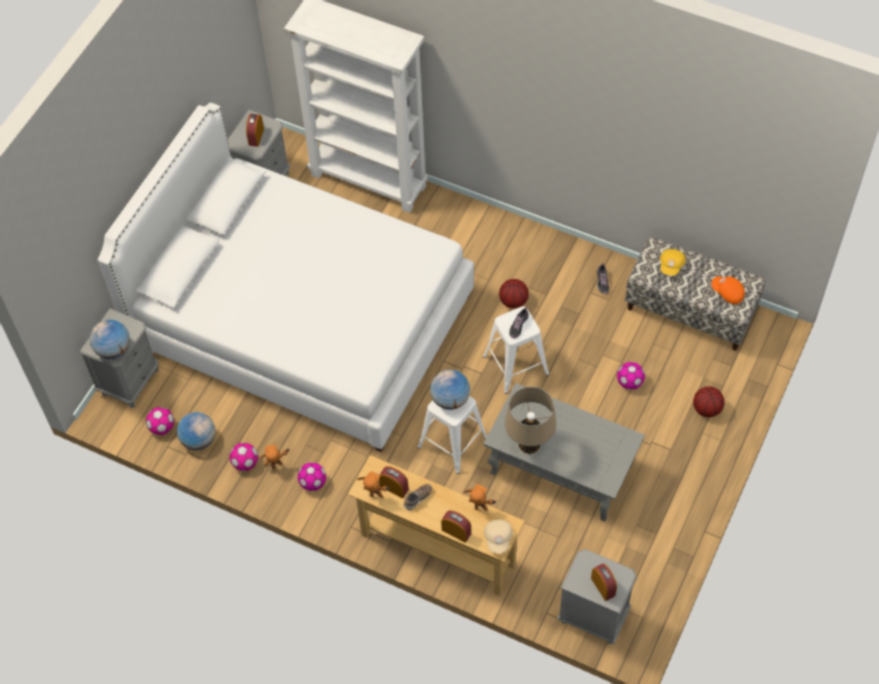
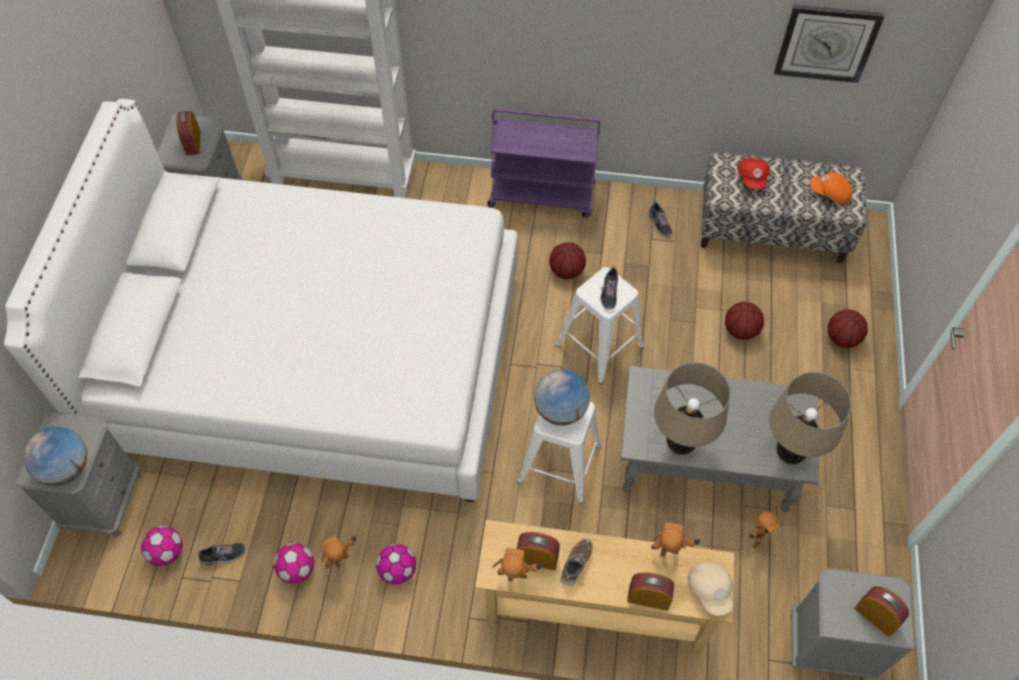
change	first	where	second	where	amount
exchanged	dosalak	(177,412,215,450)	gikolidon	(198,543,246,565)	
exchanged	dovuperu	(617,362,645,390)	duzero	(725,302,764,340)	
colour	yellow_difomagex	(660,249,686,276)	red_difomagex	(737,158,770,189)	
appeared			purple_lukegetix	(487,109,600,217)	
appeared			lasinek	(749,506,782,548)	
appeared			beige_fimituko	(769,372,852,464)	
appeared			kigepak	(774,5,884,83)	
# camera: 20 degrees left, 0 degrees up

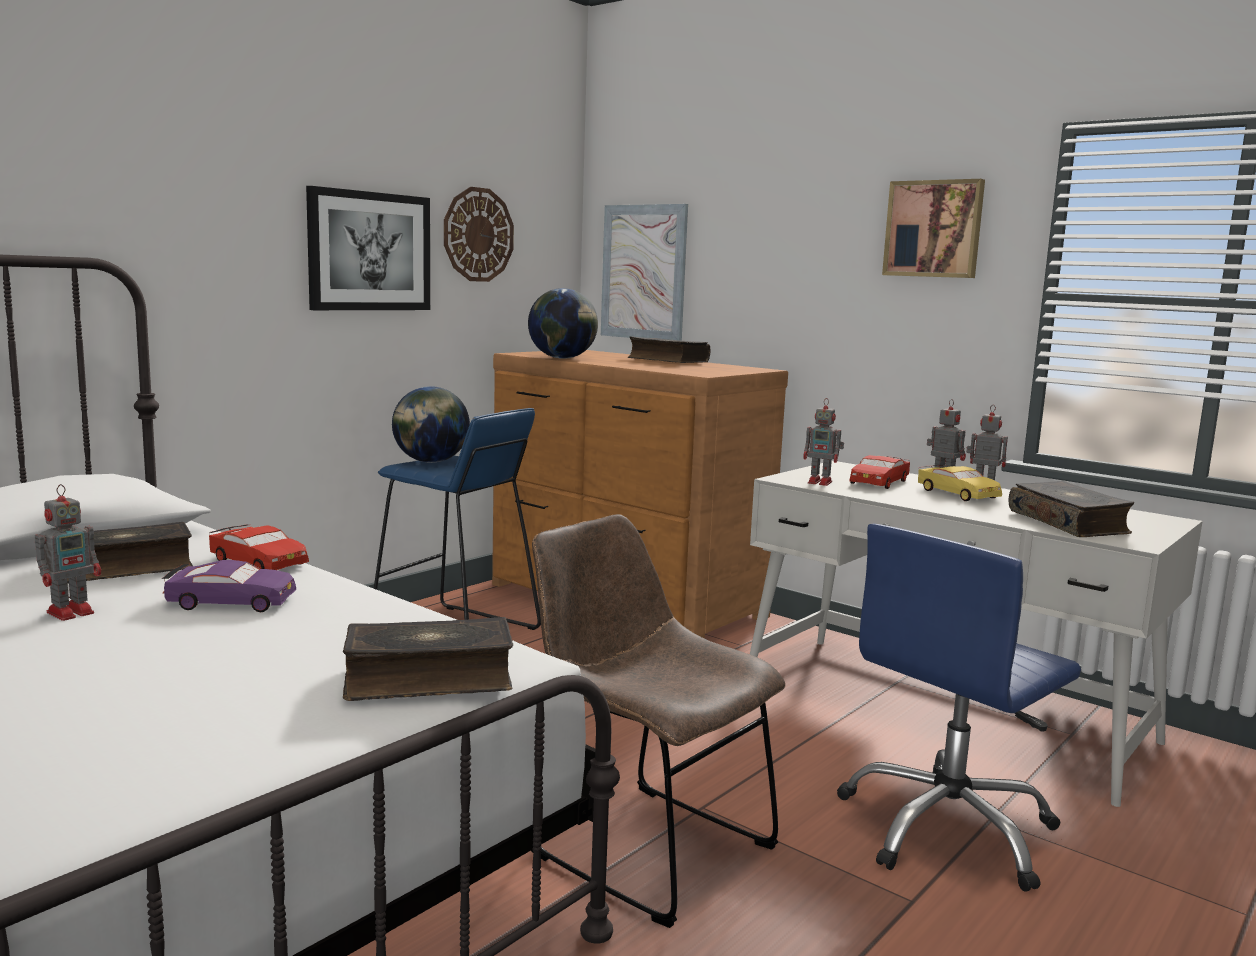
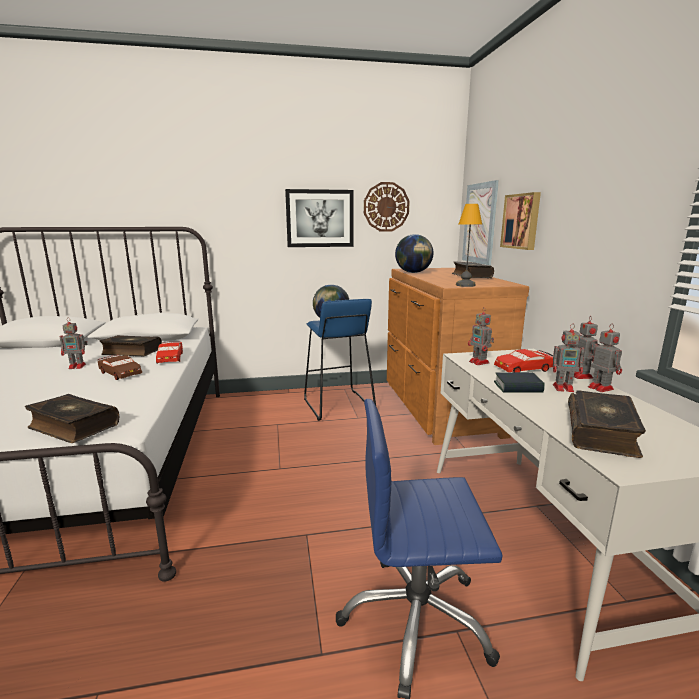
change	first	where	second	where	amount
colour	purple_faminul	(161,560,296,612)	brown_faminul	(98,355,142,380)	
missing	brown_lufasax	(531,514,786,928)			
relocated	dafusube	(882,179,985,278)		(500,192,541,250)	
exchanged	yellow_faminul	(918,465,1002,501)	lasinek	(553,324,584,392)	
appeared			fimituko	(456,204,482,287)	
appeared			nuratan	(494,372,545,393)	
# camera: 40 degrees right, 5 degrees up

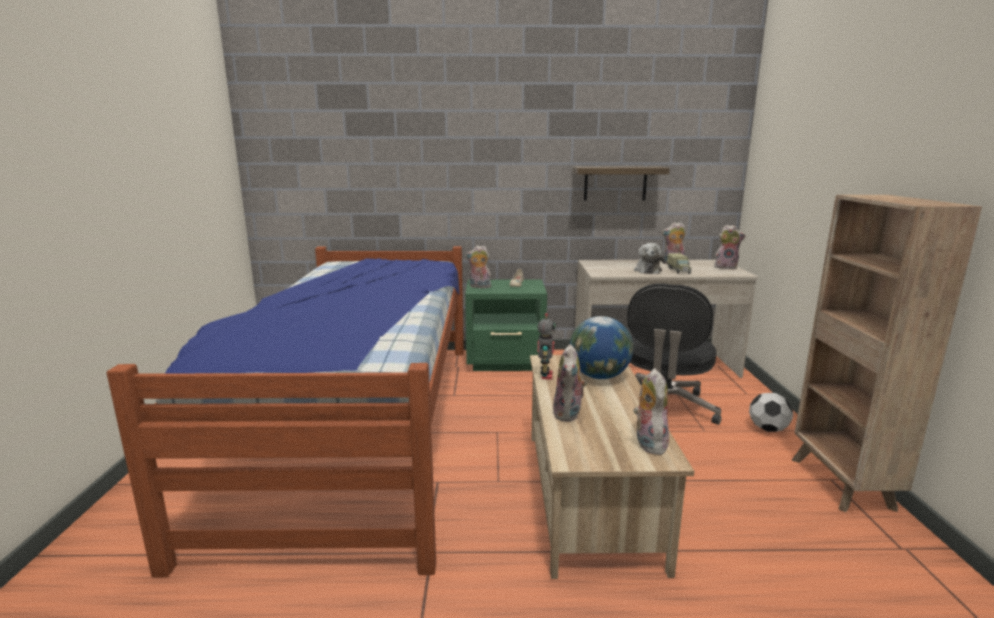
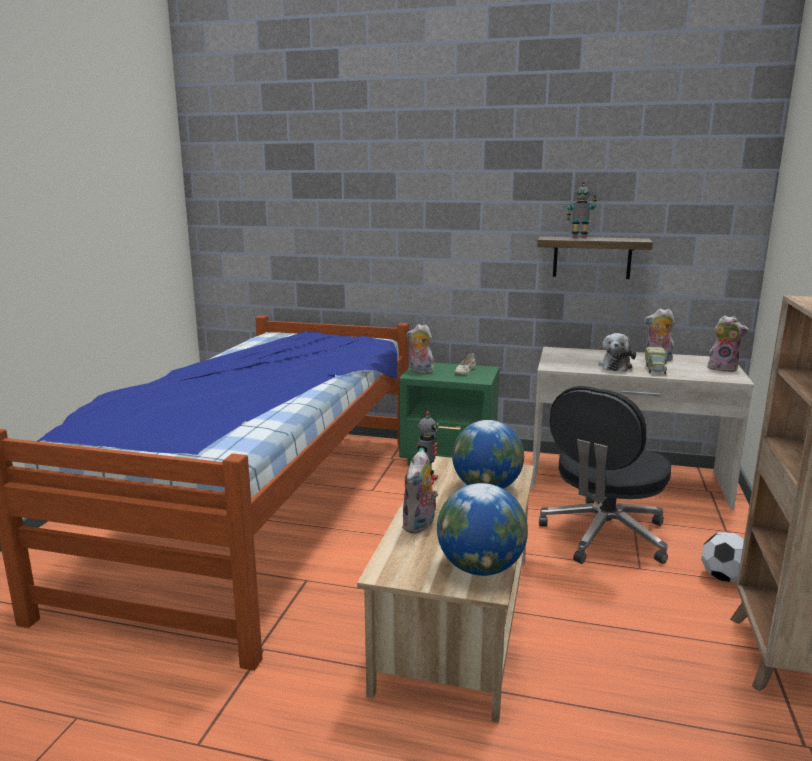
change	first	where	second	where	amount
exchanged	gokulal	(633,368,669,455)	dosalak	(437,483,528,576)	
appeared			lasinek	(566,181,597,238)	
# camera: 15 degrees right, 0 degrees up

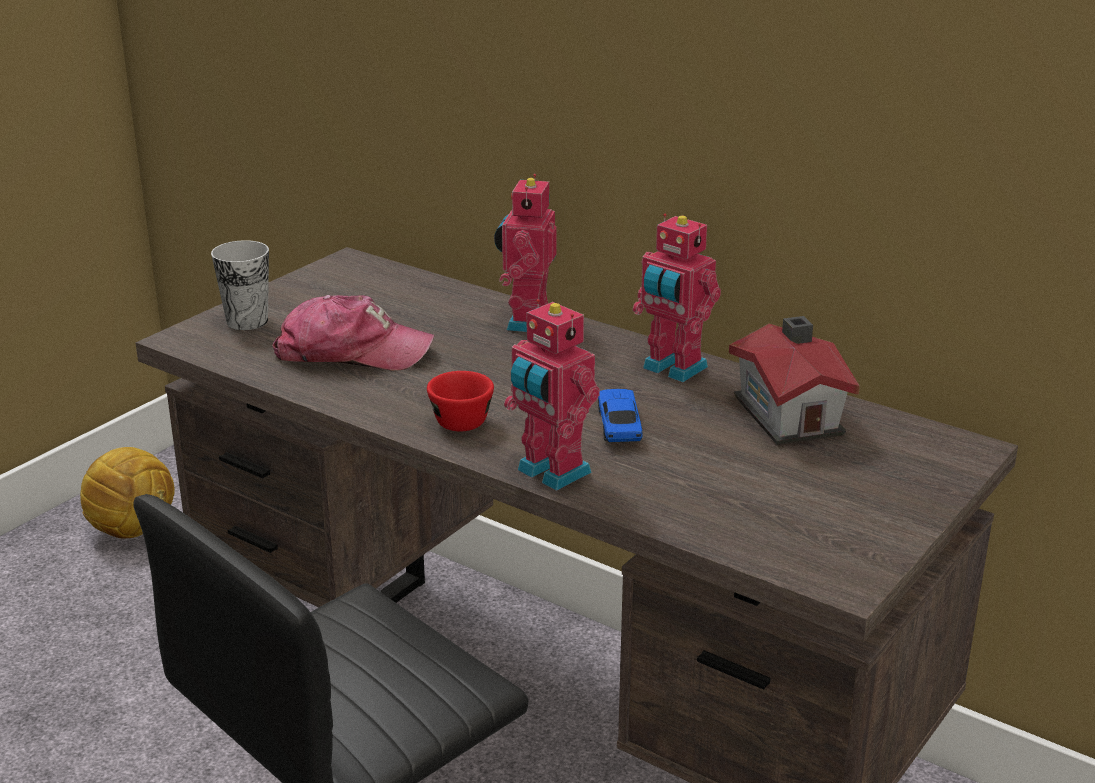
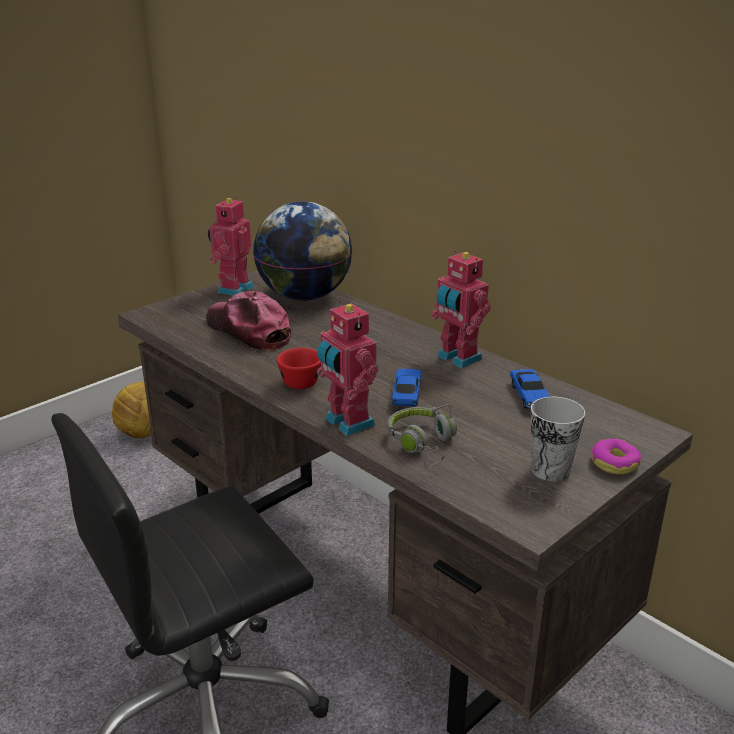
change	first	where	second	where	amount
relocated	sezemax	(211,240,269,330)		(531,397,585,481)	
spun	difomagex	(272,295,434,371)		(206,291,291,351)	150 degrees counterclockwise
relocated	lasinek	(494,174,557,332)		(208,196,254,296)	
exchanged	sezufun	(729,316,860,445)	faminul	(510,369,550,409)	
appeared			dosalak	(253,201,352,301)	
appeared			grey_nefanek	(388,404,457,467)	
appeared			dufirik	(592,439,641,474)	
# camera: 10 degrees right, 0 degrees up

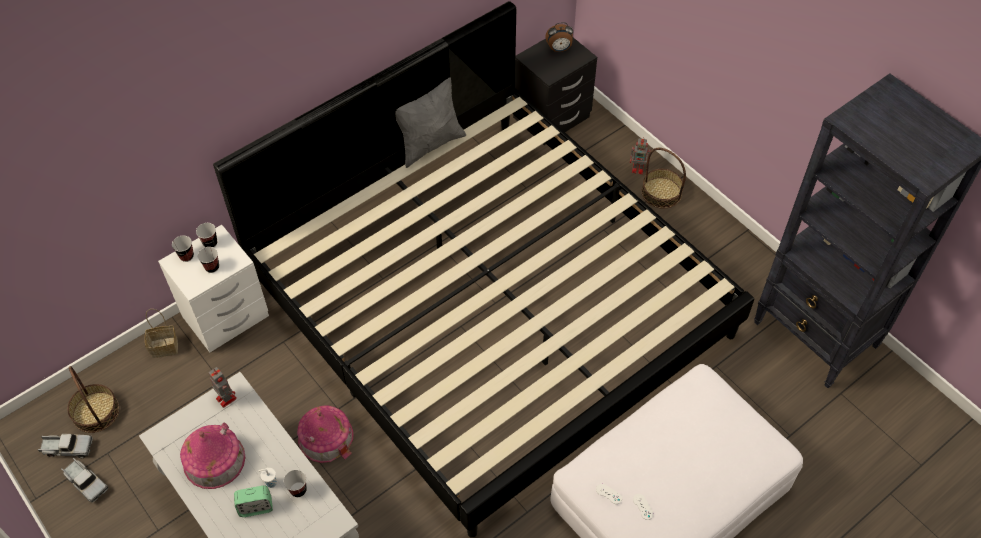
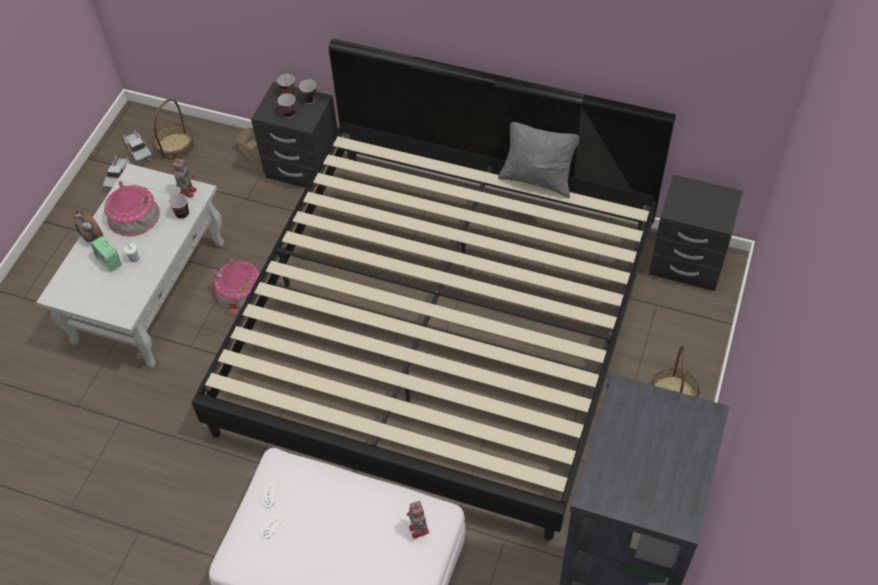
change	first	where	second	where	amount
colour	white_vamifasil	(158,225,269,352)	black_vamifasil	(251,82,337,188)	
relocated	sezemax	(284,470,307,497)		(169,194,189,219)	
relocated	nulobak	(545,22,573,52)		(73,210,103,242)	
relocated	lasinek	(630,138,651,174)		(407,501,429,539)	
# camera: 60 degrees right, 0 degrees up

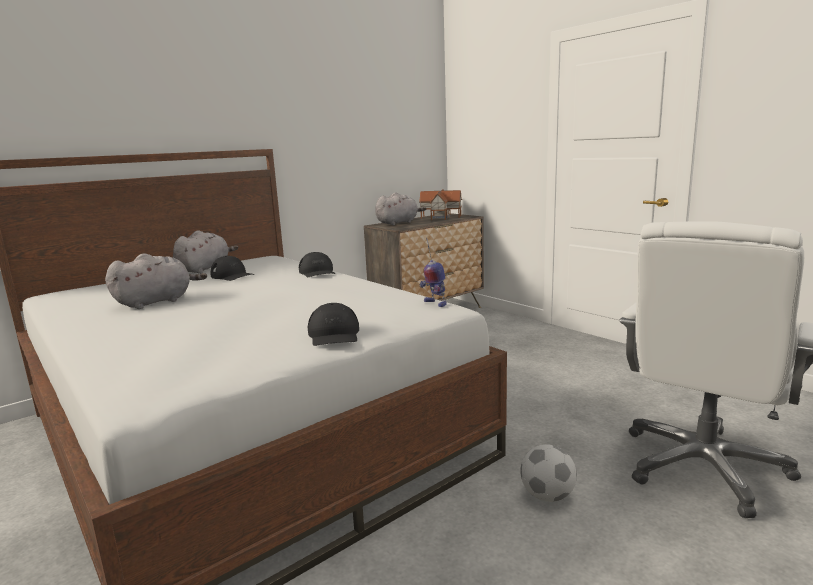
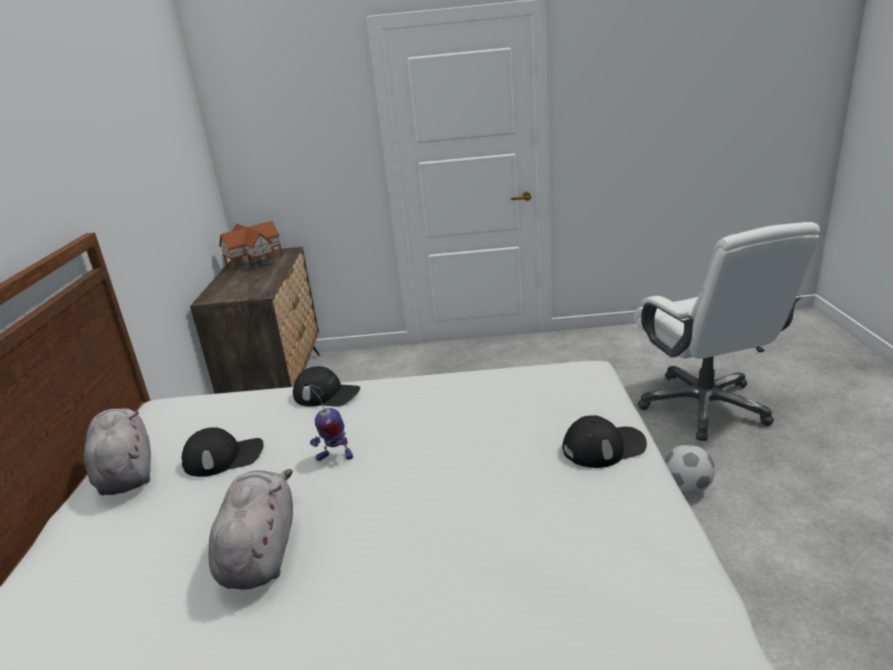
change	first	where	second	where	amount
spun	black_difomagex	(307,303,359,346)		(563,415,647,468)	45 degrees counterclockwise
missing	grey_gokulal	(375,192,426,225)			
relocated	lasinek	(420,237,447,307)		(310,385,353,461)	
# camera: 50 degrees left, 10 degrees up

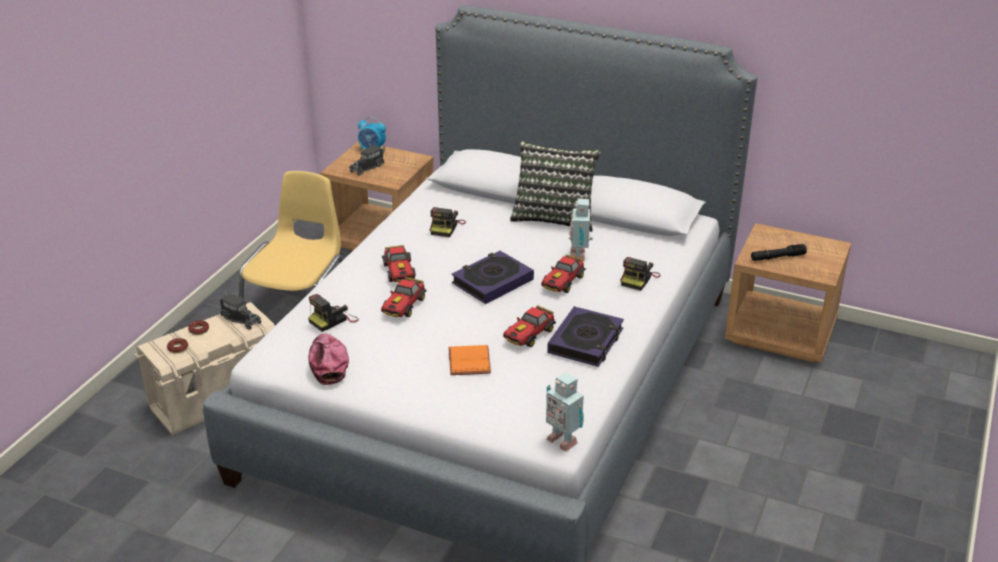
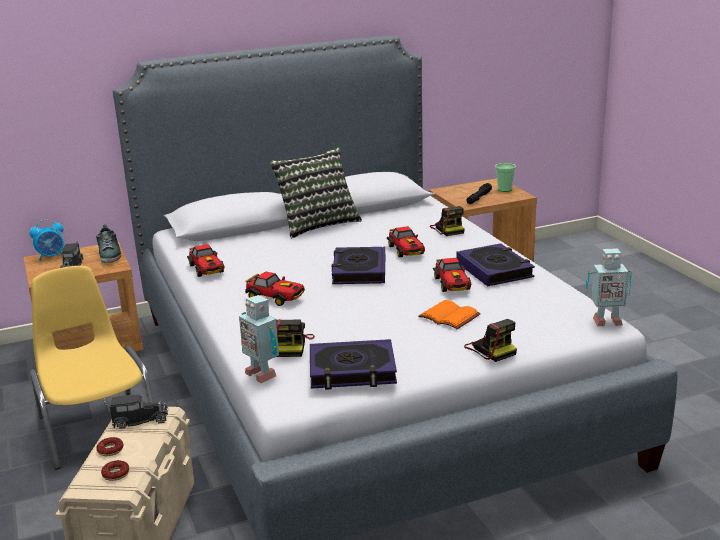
change	first	where	second	where	amount
exchanged	difomagex	(308,334,349,385)	nuratan	(310,339,397,390)	
relocated	faminul	(381,277,427,317)		(187,244,225,277)	
relocated	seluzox	(430,207,466,237)		(464,319,517,362)	
relocated	lasinek	(569,198,593,262)		(239,295,279,383)	
appeared			gikolidon	(96,225,121,263)	
appeared			sezemax	(495,163,516,192)	
# camera: 45 degrees left, 10 degrees down

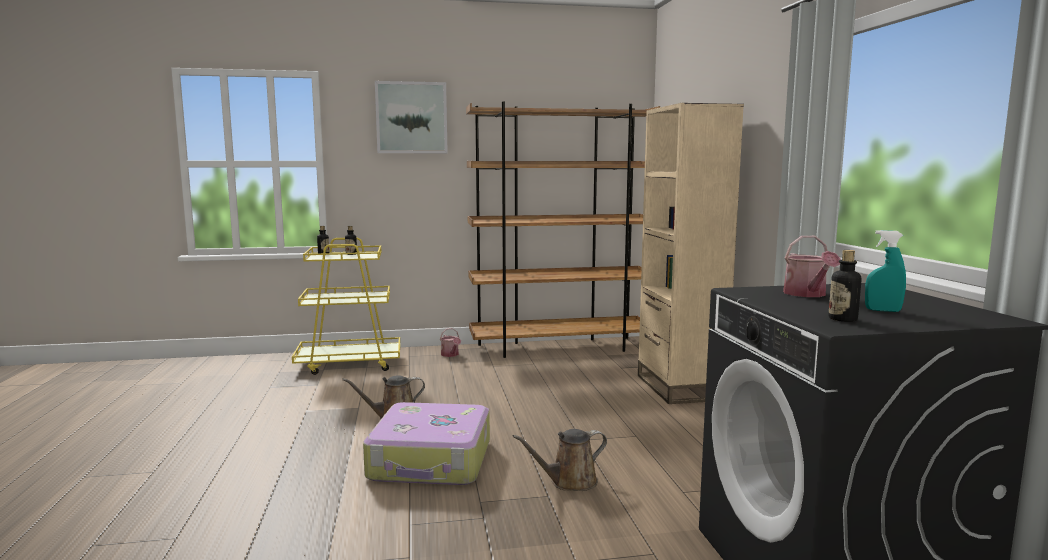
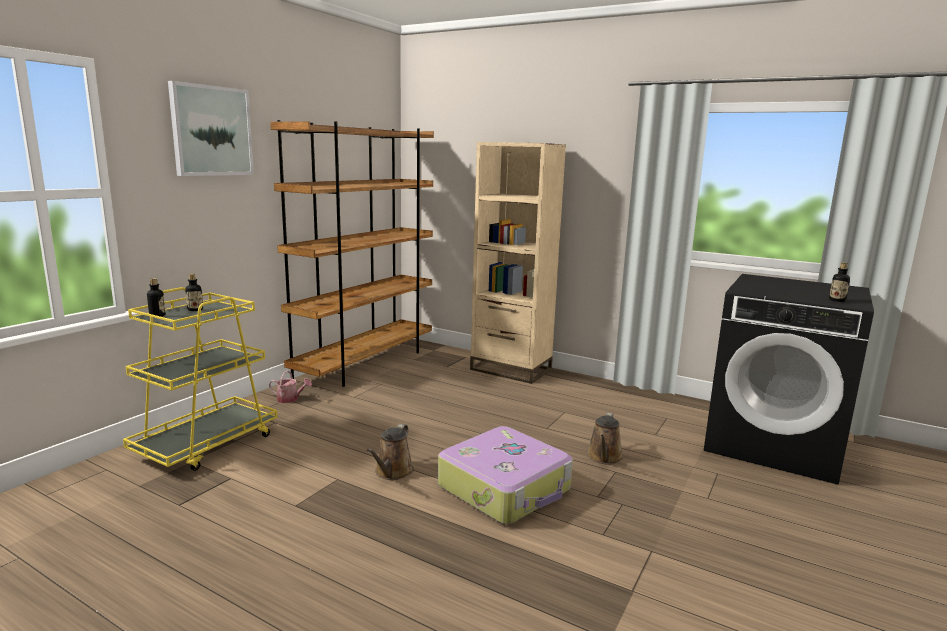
change	first	where	second	where	amount
missing	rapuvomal	(783,236,841,297)			
missing	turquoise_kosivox	(865,230,906,312)			
# camera: 50 degrees left, 5 degrees up

